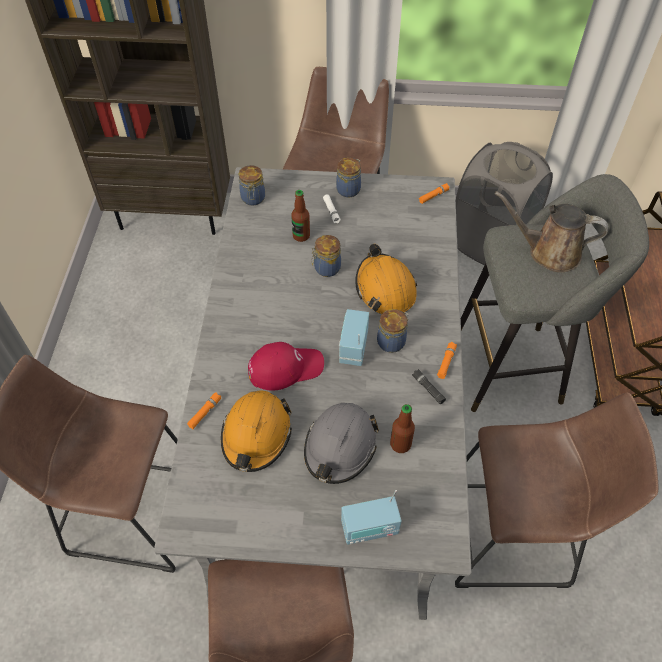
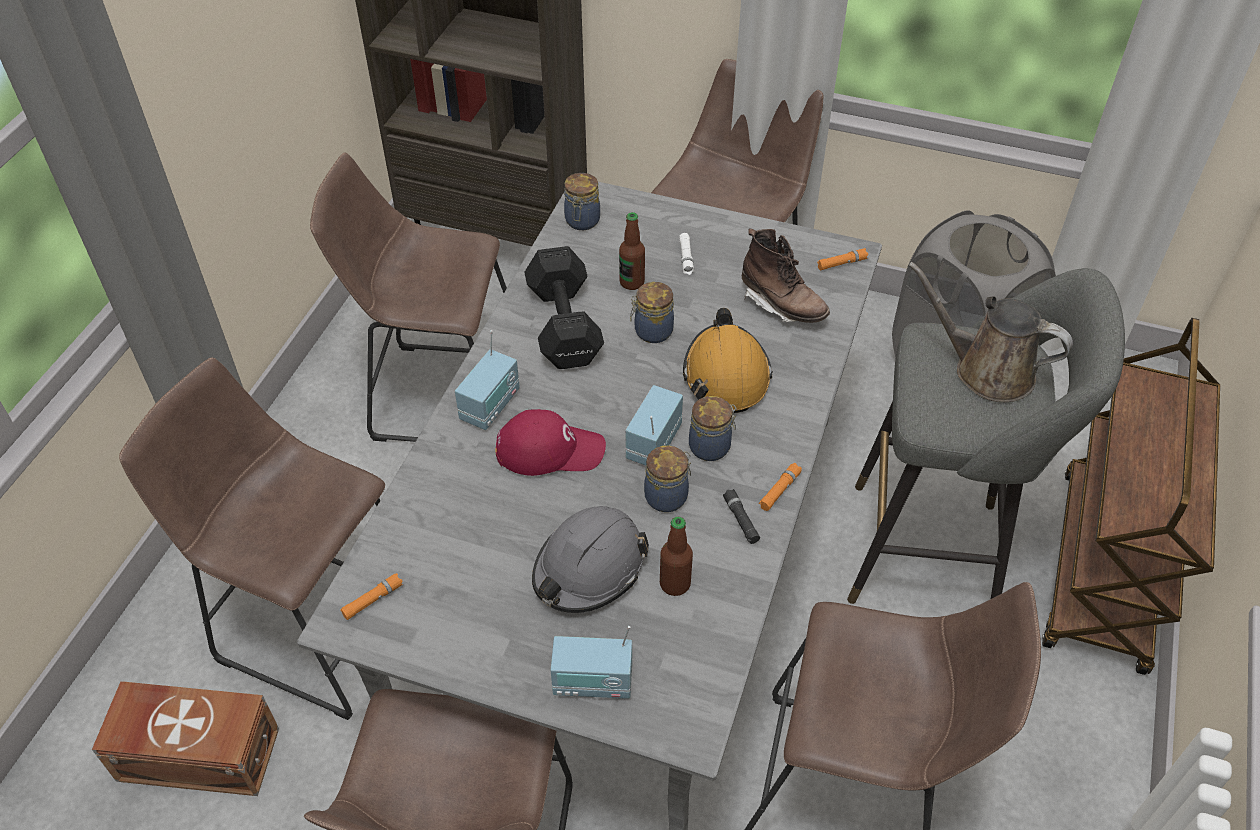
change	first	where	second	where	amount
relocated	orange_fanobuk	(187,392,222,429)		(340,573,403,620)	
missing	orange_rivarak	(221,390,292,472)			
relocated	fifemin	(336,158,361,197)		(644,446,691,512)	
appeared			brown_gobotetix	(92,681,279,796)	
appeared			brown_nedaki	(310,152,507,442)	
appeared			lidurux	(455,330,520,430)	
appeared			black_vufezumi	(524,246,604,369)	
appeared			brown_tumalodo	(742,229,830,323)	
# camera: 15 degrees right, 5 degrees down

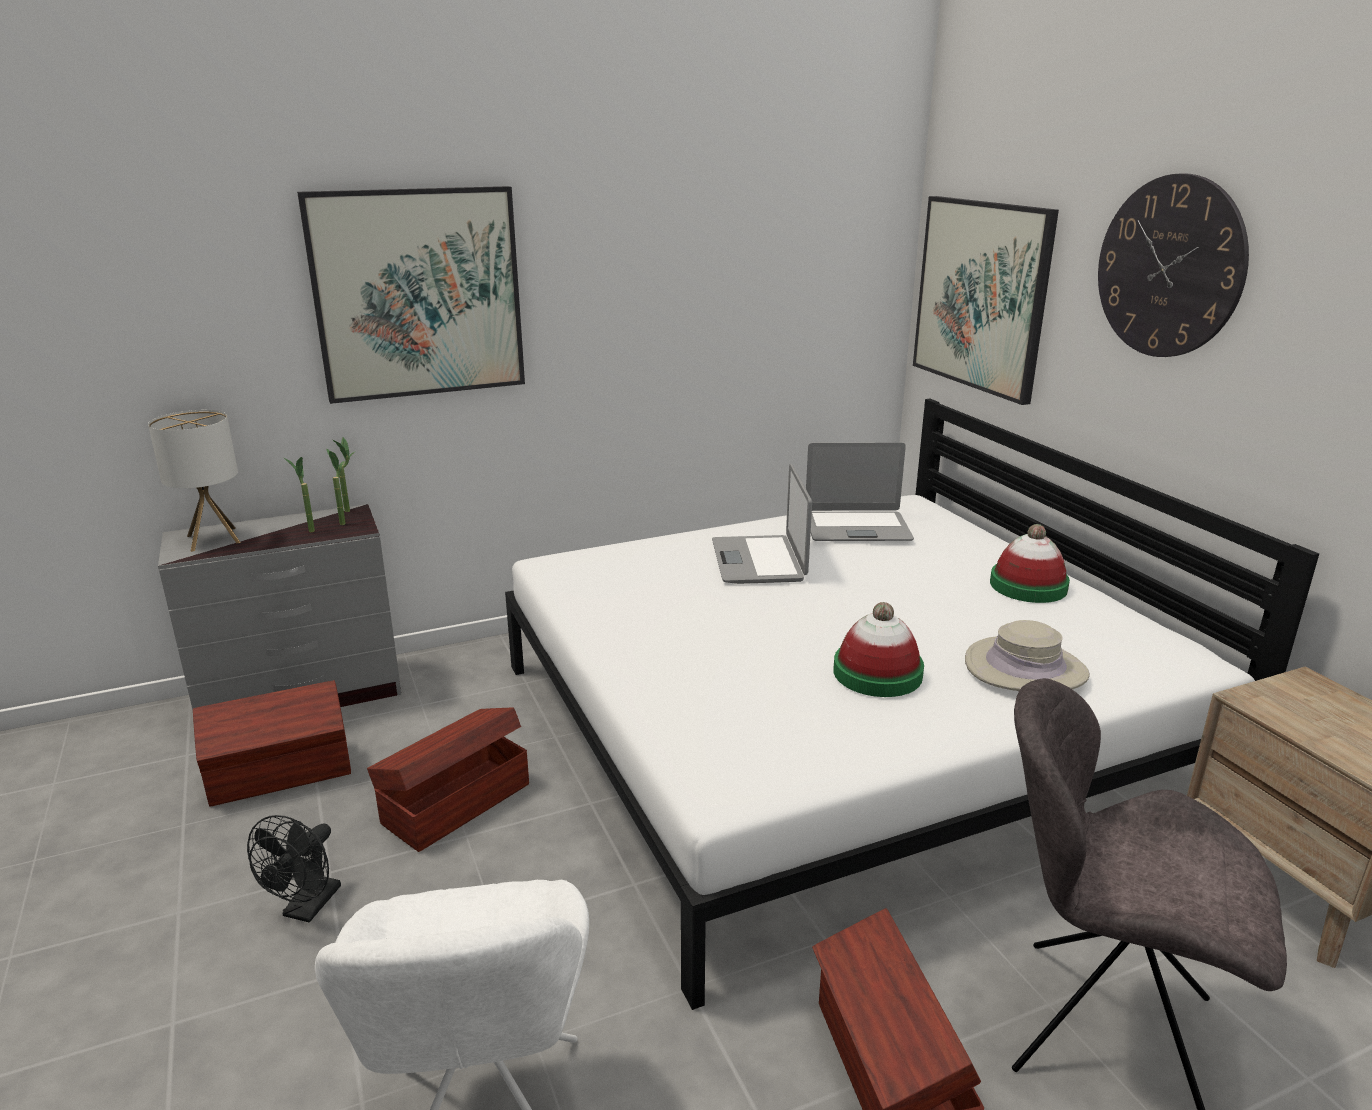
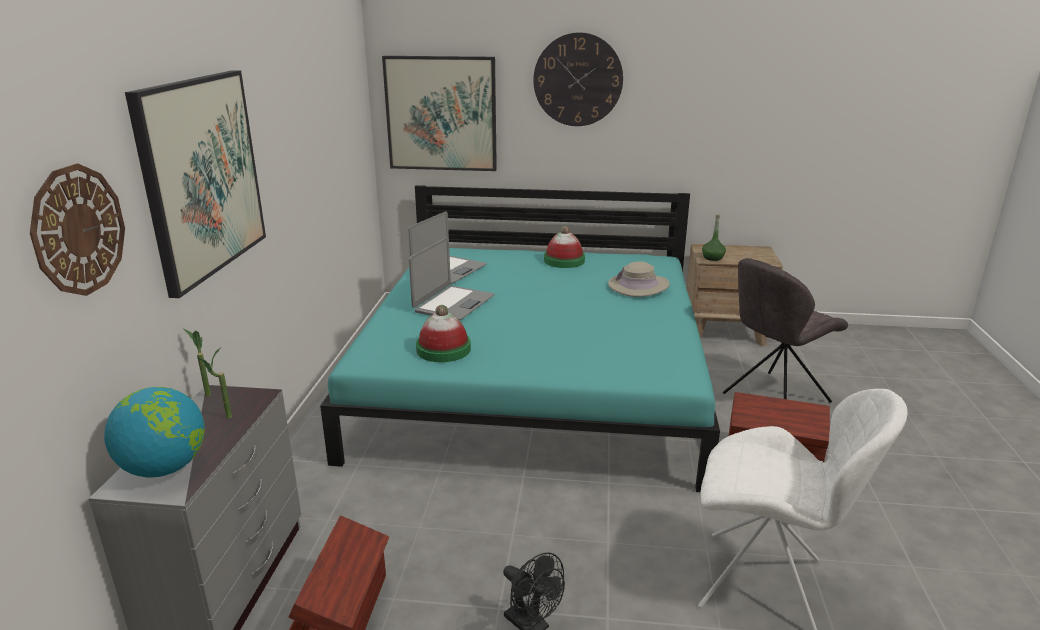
change	first	where	second	where	amount
exchanged	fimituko	(148,410,241,552)	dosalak	(104,387,205,478)	
missing	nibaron	(326,448,346,525)			
missing	brown_gobotetix	(367,708,529,852)			
colour	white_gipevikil	(505,399,1319,1010)	turquoise_gipevikil	(320,185,720,492)	
spun	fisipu	(712,464,812,584)		(409,237,494,320)	90 degrees counterclockwise
relocated	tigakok	(834,602,924,697)		(416,305,471,362)	
appeared			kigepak	(30,163,125,296)	
appeared			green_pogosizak	(702,215,726,261)	
# camera: 60 degrees left, 0 degrees up

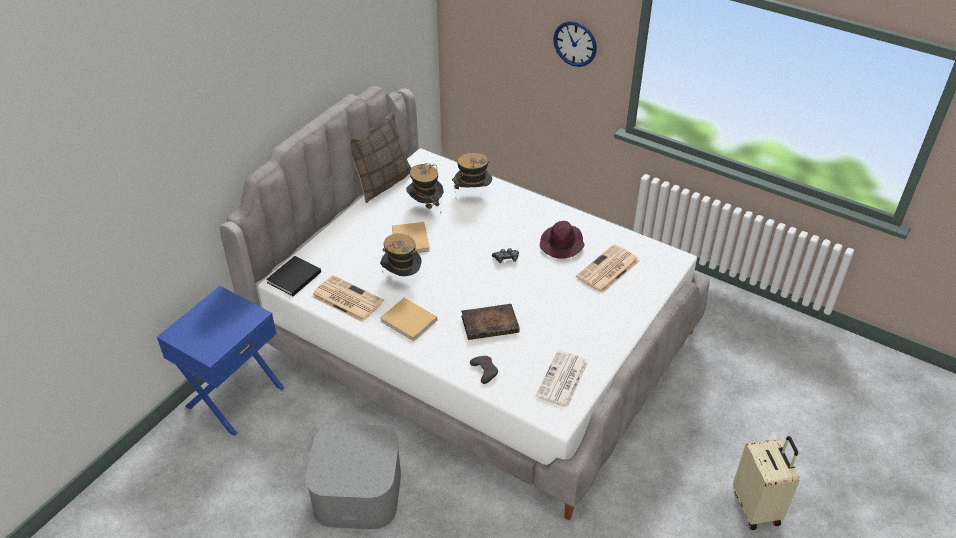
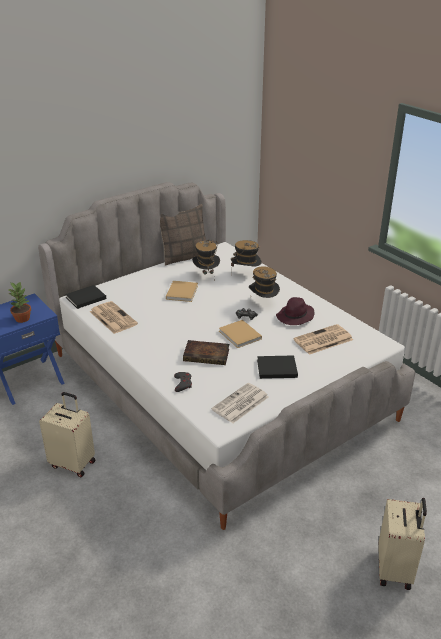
change	first	where	second	where	amount
exchanged	grey_gobotetix	(305,424,401,529)	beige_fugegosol	(39,392,95,477)	
relocated	tigakok	(380,233,422,276)		(249,266,280,298)	
relocated	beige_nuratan	(380,298,437,341)		(219,320,262,348)	
missing	kigepak	(553,21,597,67)			
appeared			nibaron	(9,281,31,323)	
appeared			black_nuratan	(257,355,298,379)	
# camera: 20 degrees right, 10 degrees down

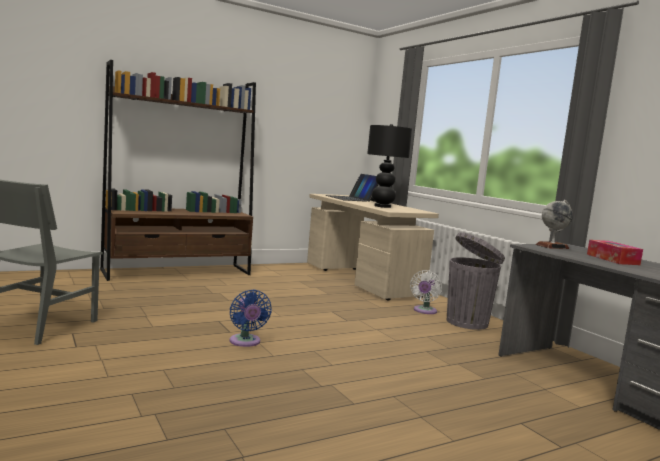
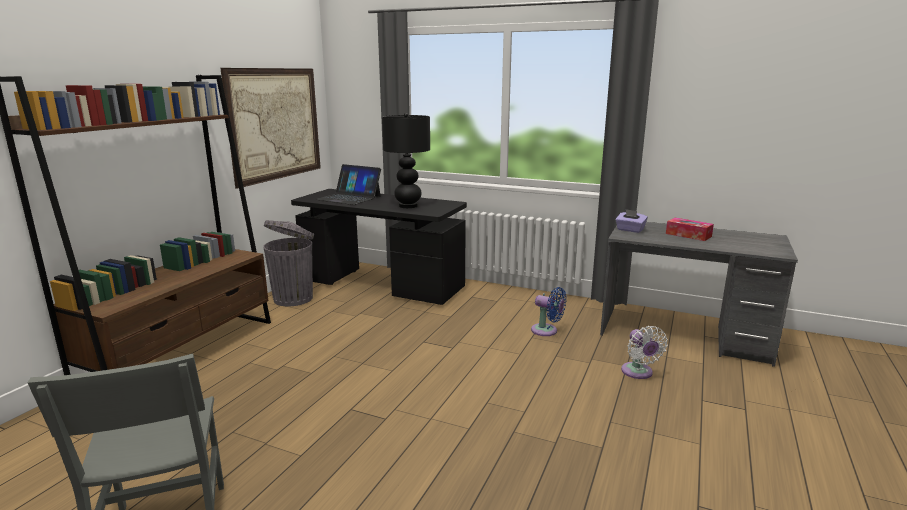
change	first	where	second	where	amount
relocated	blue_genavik	(229,290,272,347)		(531,287,566,336)	
colour	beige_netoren	(307,194,439,301)	black_netoren	(291,189,467,305)	
relocated	white_genavik	(410,270,442,314)		(621,326,668,379)	
relocated	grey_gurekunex	(447,232,505,330)		(263,220,314,306)	
exchanged	dosalak	(536,200,573,249)	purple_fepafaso	(615,209,648,233)	
appeared			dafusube	(220,68,321,189)	
# camera: 35 degrees left, 10 degrees up

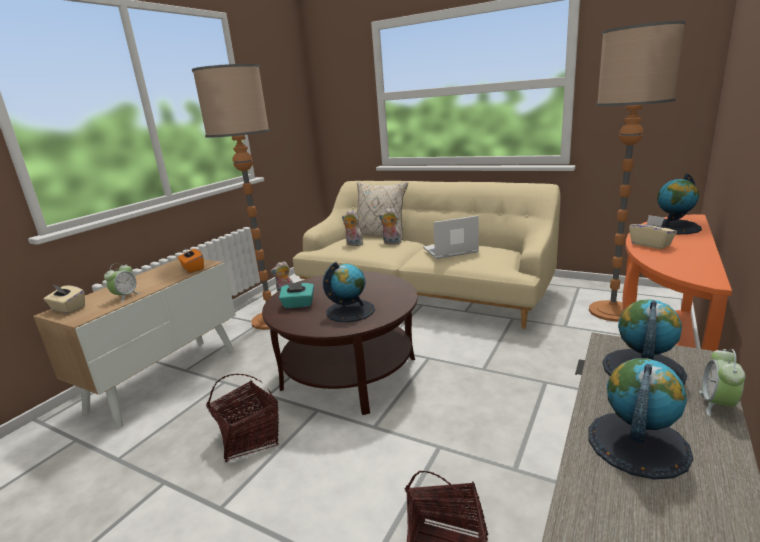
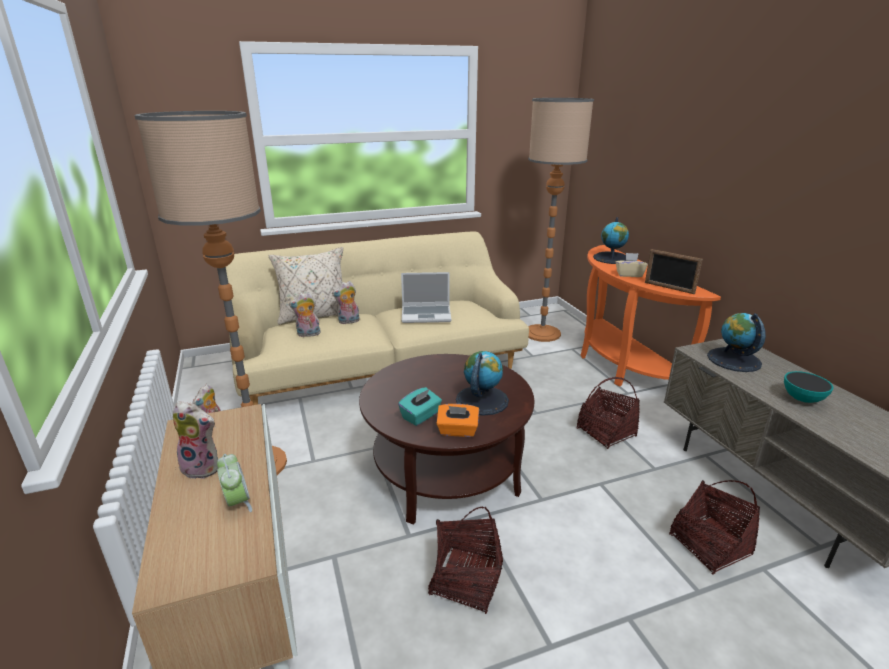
change	first	where	second	where	amount
missing	beige_fepafaso	(44,285,85,313)			
relocated	orange_fepafaso	(178,246,204,273)		(436,404,479,437)	
spun	fisipu	(423,215,479,259)		(401,272,451,323)	120 degrees counterclockwise
exchanged	dosalak	(588,358,693,479)	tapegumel	(784,371,834,403)	
missing	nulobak	(699,349,745,416)			
appeared			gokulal	(173,401,218,479)	
appeared			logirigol	(577,377,640,449)	
appeared			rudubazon	(645,249,703,294)	
# camera: 50 degrees left, 5 degrees up

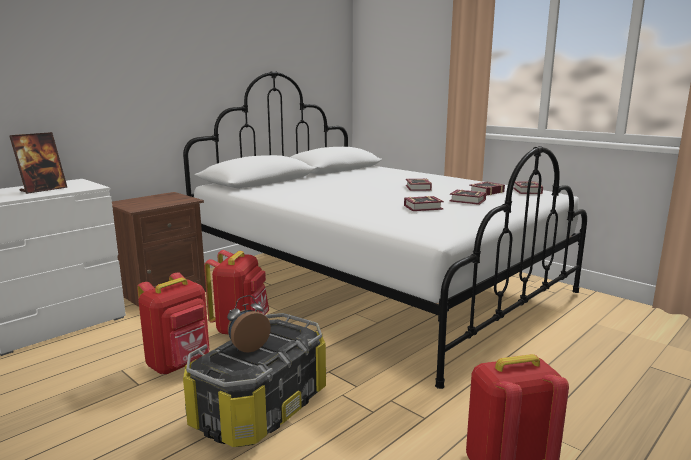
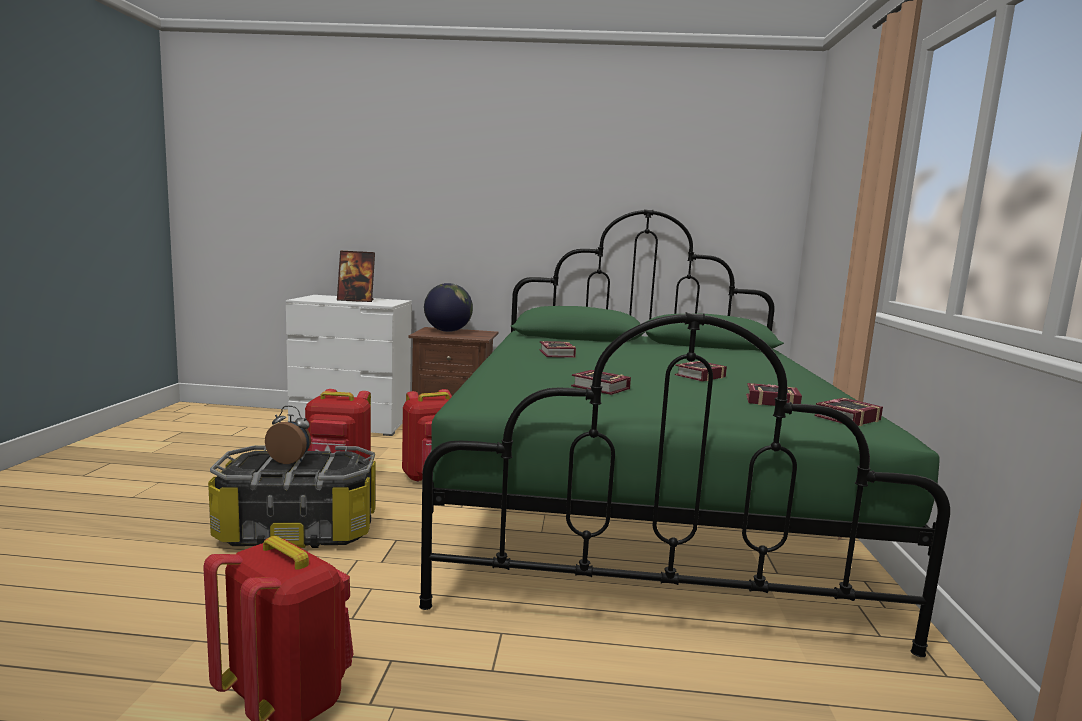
change	first	where	second	where	amount
colour	white_gipevikil	(183,71,587,389)	green_gipevikil	(419,209,950,657)	
relocated	nuratan	(450,190,486,205)		(539,341,576,358)	
appeared			dosalak	(424,283,473,332)	
# camera: 50 degrees right, 5 degrees down

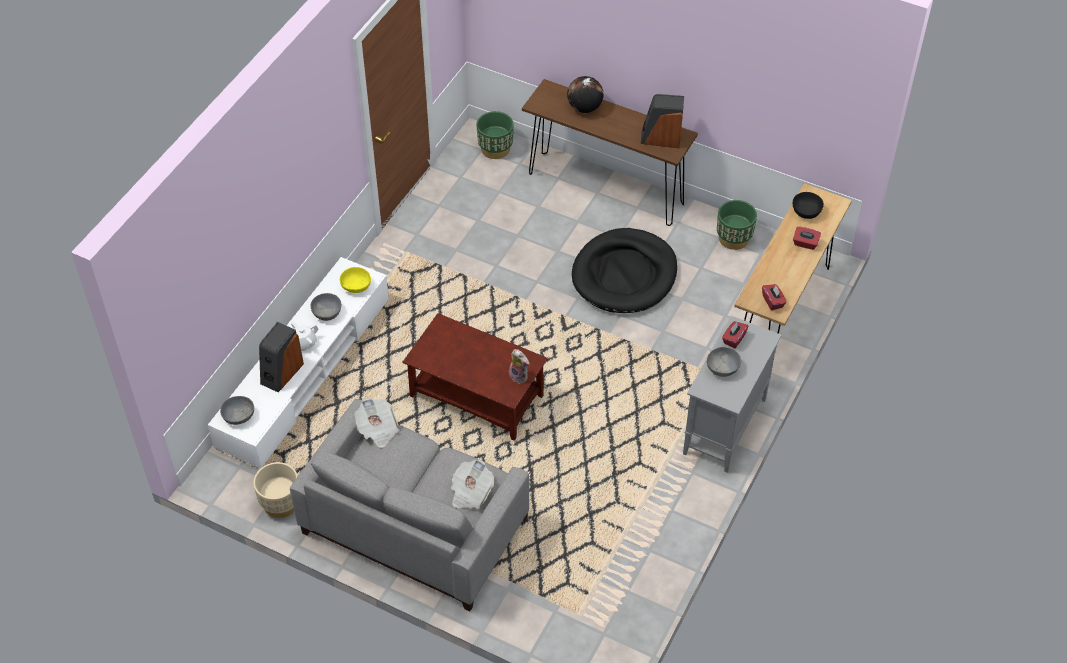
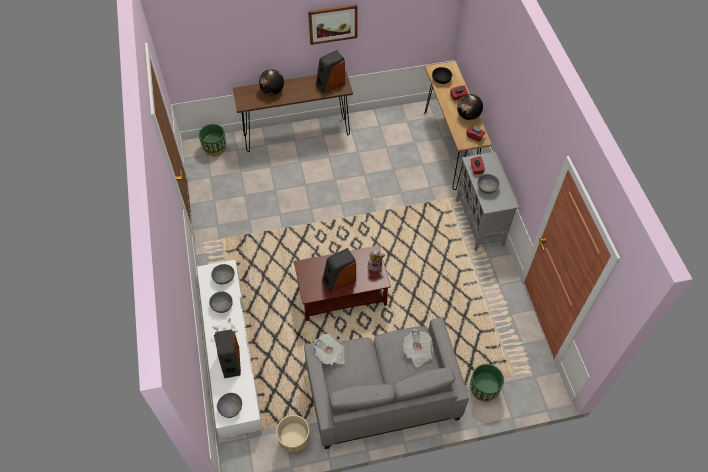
change	first	where	second	where	amount
colour	yellow_tapegumel	(340,267,371,293)	grey_tapegumel	(211,264,234,284)	
missing	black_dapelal	(572,228,677,313)			
relocated	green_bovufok	(717,200,757,250)		(470,364,504,402)	
appeared			dafusube	(308,4,358,45)	
appeared			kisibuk	(322,248,356,292)	
appeared			dosalak	(457,94,483,120)	
# camera: 40 degrees left, 5 degrees up

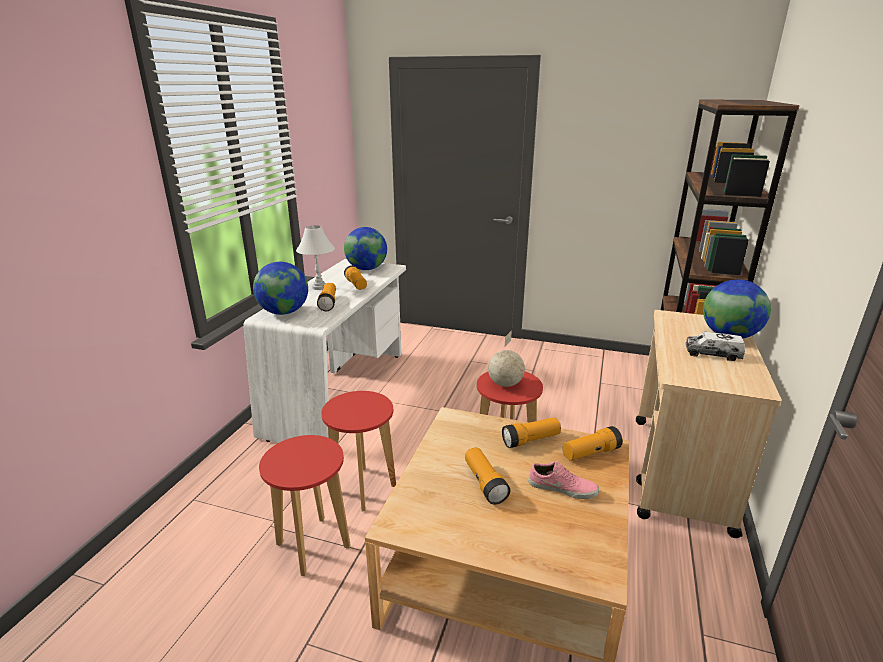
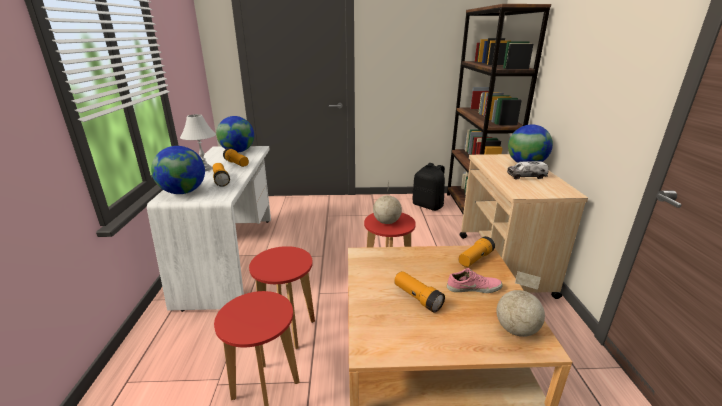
change	first	where	second	where	amount
missing	fanobuk	(502,417,561,448)			
appeared			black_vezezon	(413,163,445,211)	
appeared			dosalak	(497,271,545,337)	
# camera: 20 degrees left, 0 degrees up

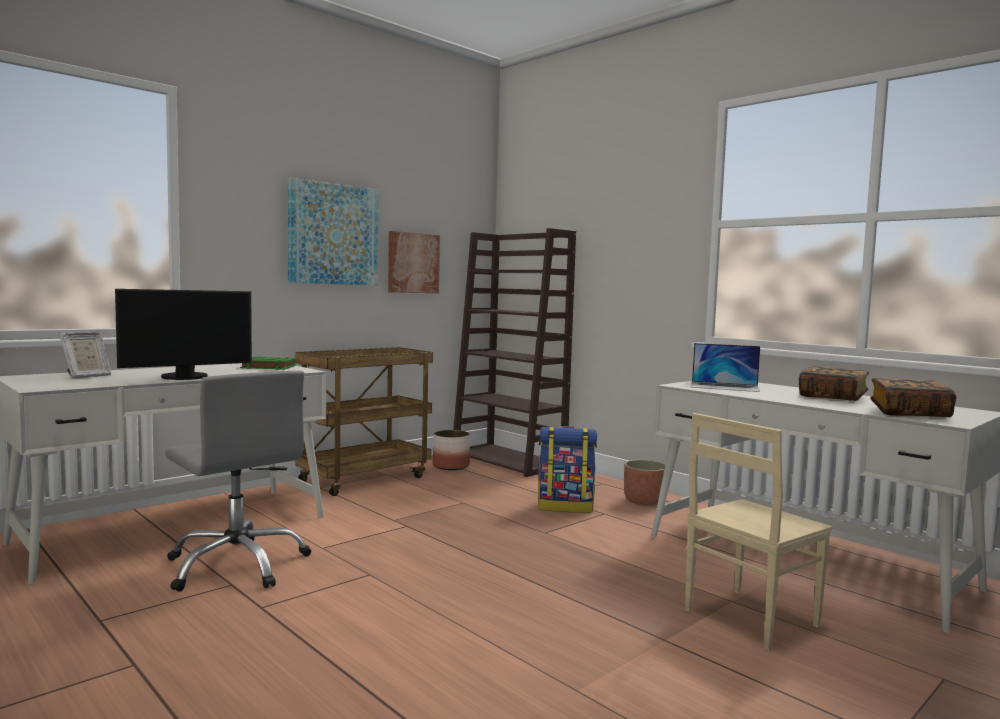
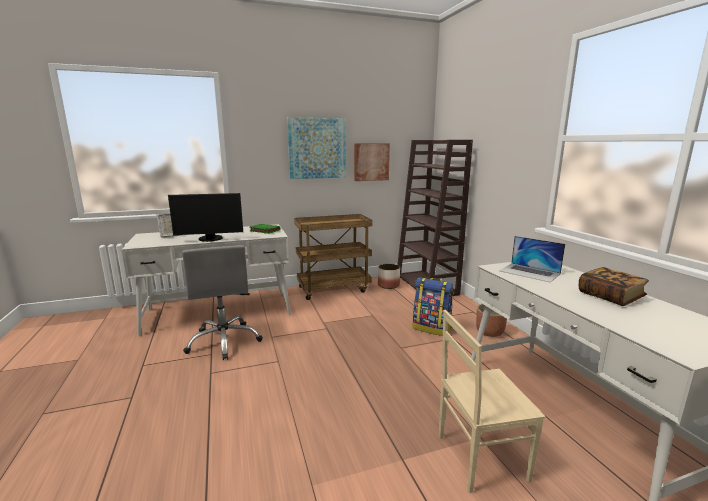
change	first	where	second	where	amount
missing	nuratan	(870,378,956,417)			
# camera: 25 degrees right, 10 degrees up

